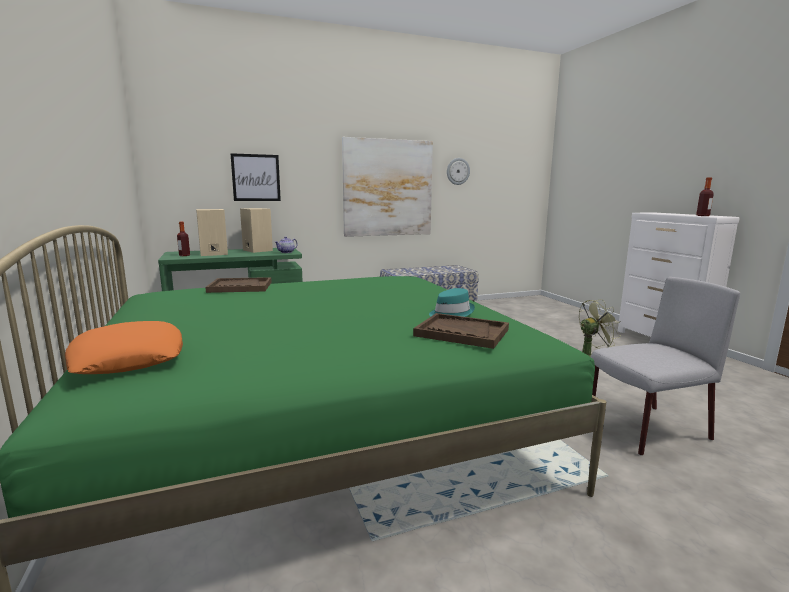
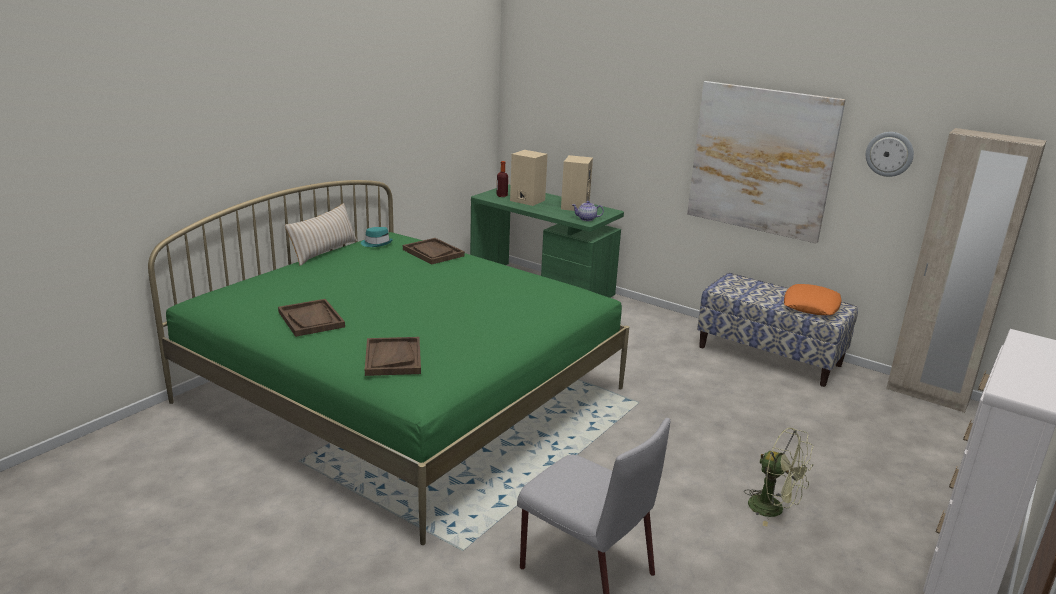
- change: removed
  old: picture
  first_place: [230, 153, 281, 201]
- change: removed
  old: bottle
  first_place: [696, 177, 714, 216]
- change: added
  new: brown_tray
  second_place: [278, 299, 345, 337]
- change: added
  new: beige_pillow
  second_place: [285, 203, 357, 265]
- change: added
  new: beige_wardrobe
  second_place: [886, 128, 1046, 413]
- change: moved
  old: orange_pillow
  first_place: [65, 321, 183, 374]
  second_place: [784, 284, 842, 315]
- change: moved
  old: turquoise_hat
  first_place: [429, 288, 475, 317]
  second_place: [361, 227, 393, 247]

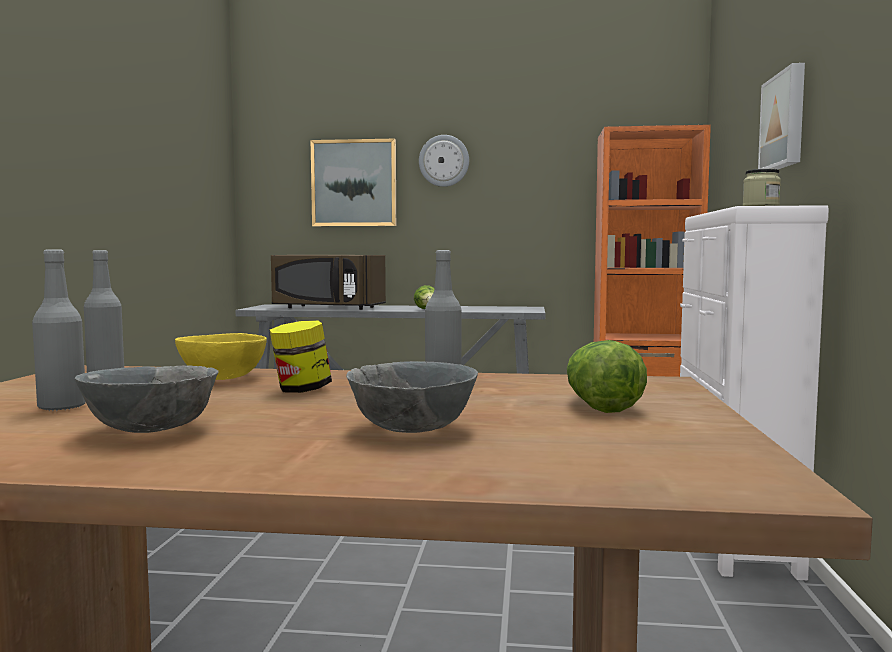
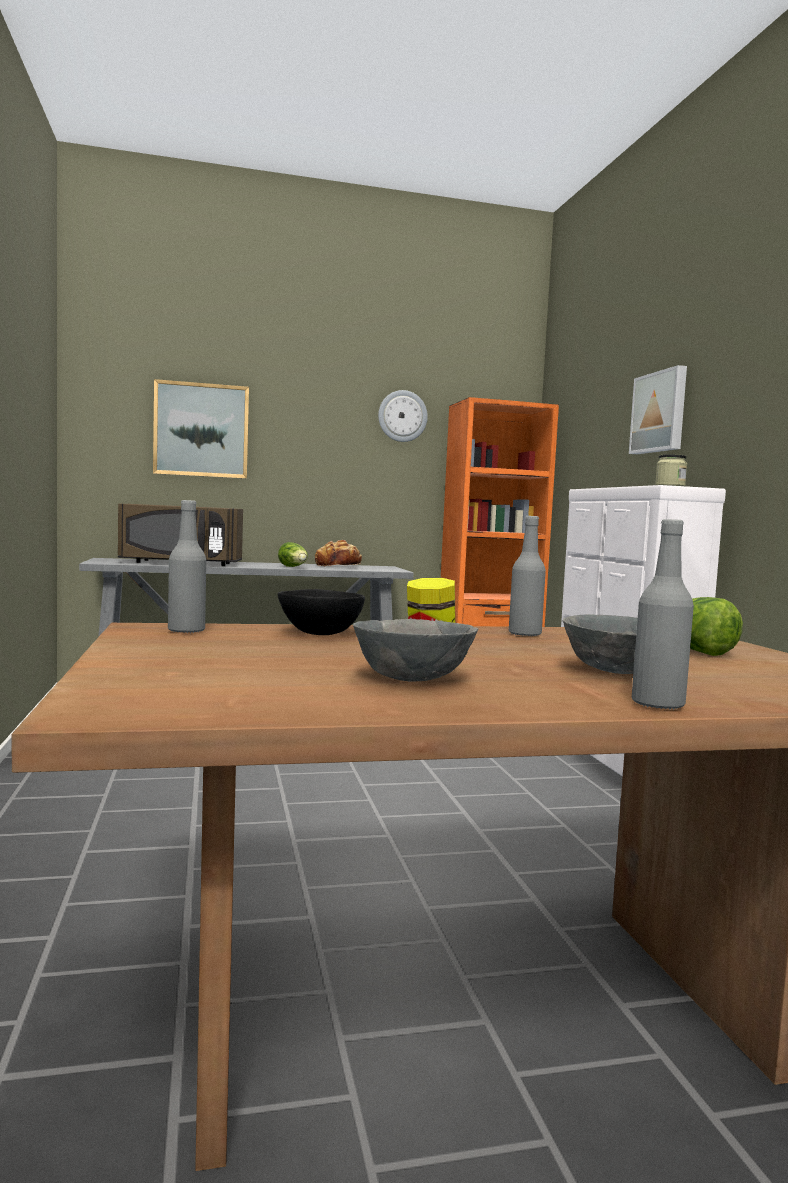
- change: added
  new: bread
  second_place: [315, 540, 362, 567]
- change: moved
  old: grey_bottle
  first_place: [32, 249, 86, 411]
  second_place: [632, 519, 694, 710]
- change: moved
  old: wall_clock
  first_place: [419, 135, 469, 187]
  second_place: [378, 390, 428, 442]
- change: recoloured
  old: yellow_bowl
  new: black_bowl
  first_place: [175, 333, 267, 380]
  second_place: [278, 589, 365, 635]

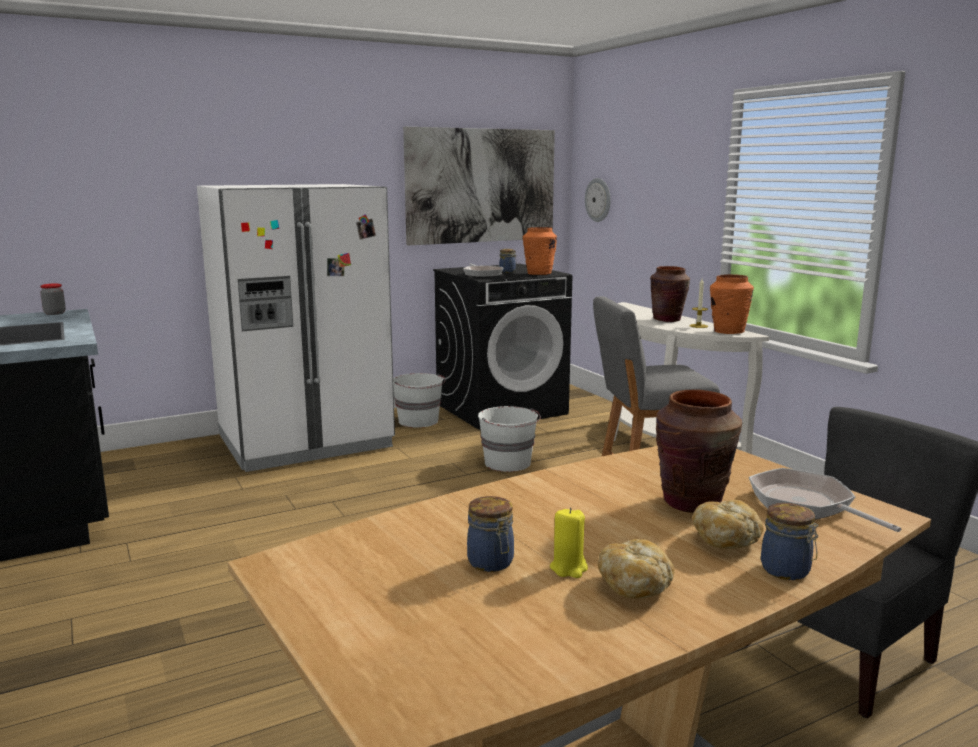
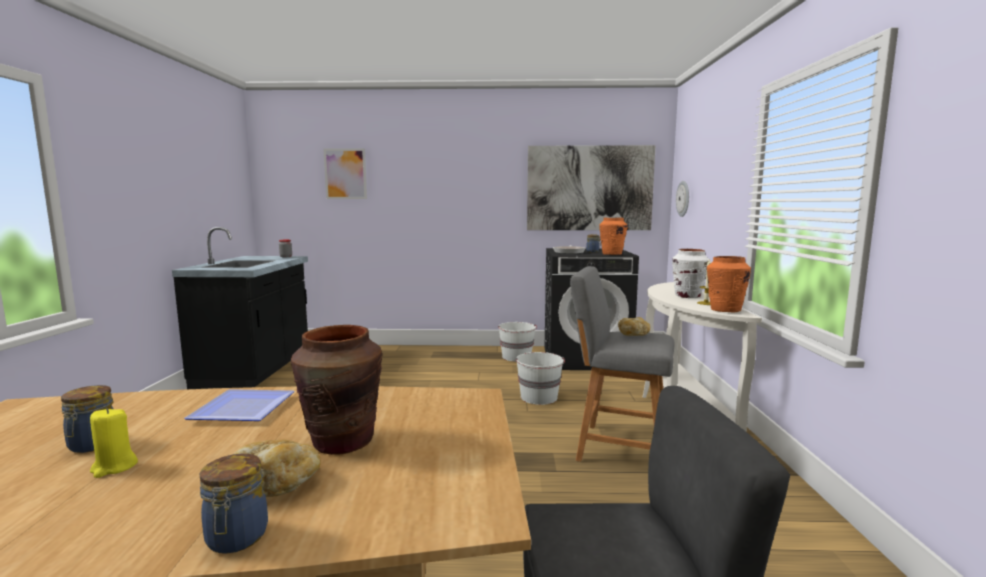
- change: removed
  old: white_fridge
  first_place: [197, 184, 395, 472]
- change: removed
  old: frying_pan
  first_place: [749, 468, 901, 532]
- change: added
  new: plate
  second_place: [184, 389, 295, 421]
- change: added
  new: picture
  second_place: [323, 148, 367, 199]
- change: moved
  old: bread
  first_place: [598, 539, 674, 599]
  second_place: [618, 317, 650, 336]
- change: recoloured
  old: brown_vase
  new: white_vase
  first_place: [650, 266, 690, 322]
  second_place: [672, 249, 709, 298]

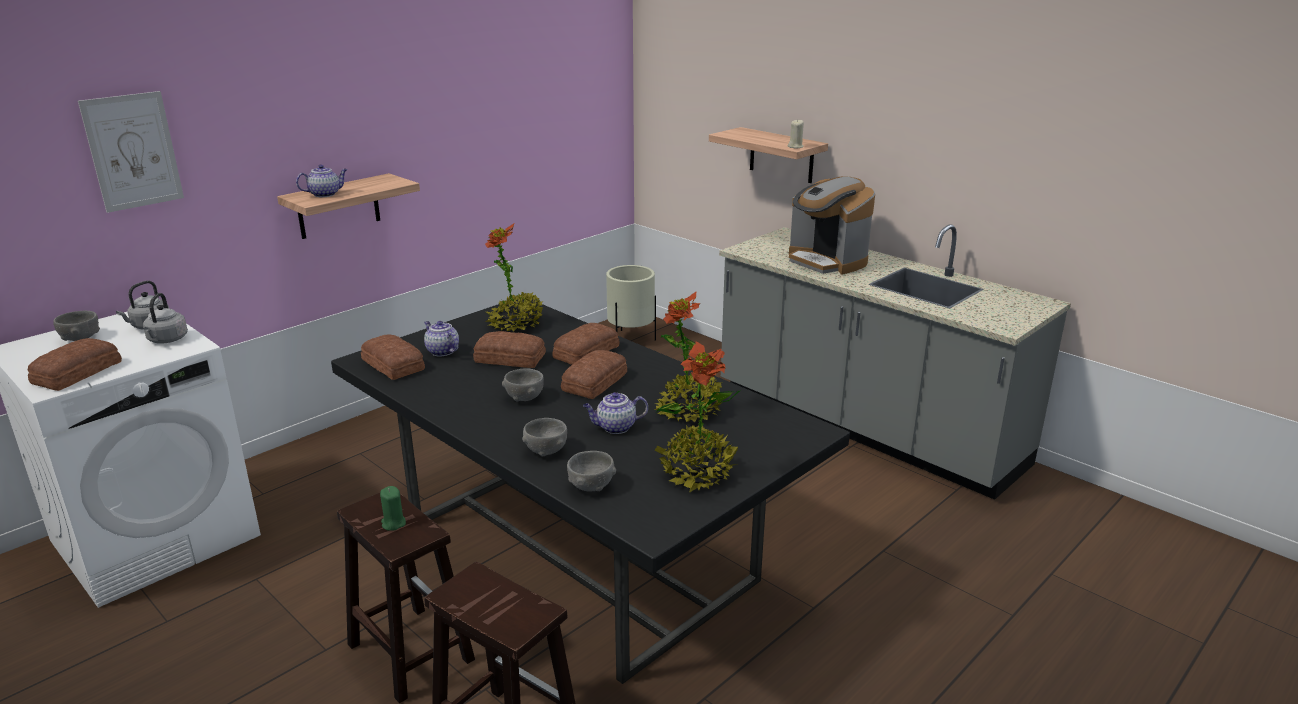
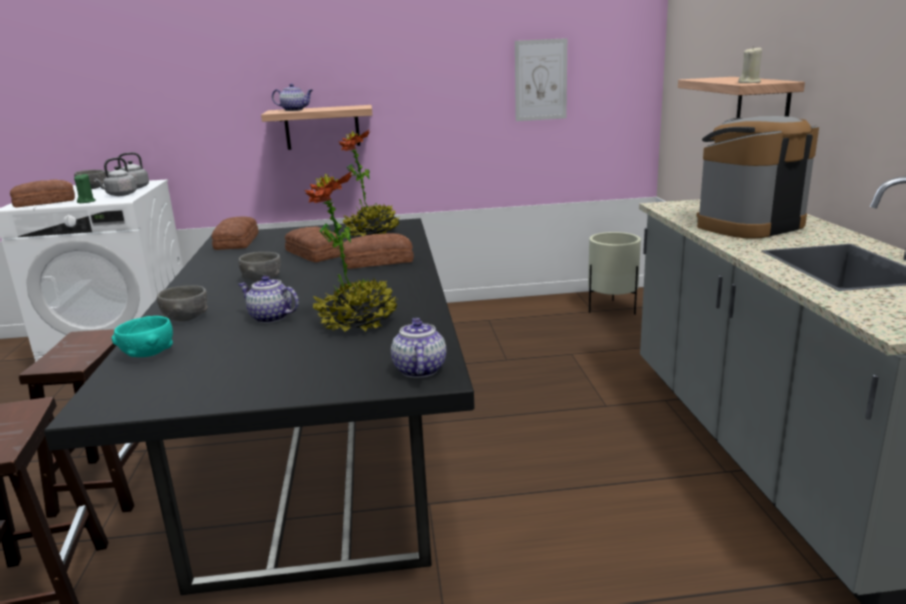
- change: removed
  old: bread
  first_place: [561, 350, 627, 399]
- change: removed
  old: potted_plant
  first_place: [655, 341, 740, 493]
- change: moved
  old: picture
  first_place: [78, 91, 184, 213]
  second_place: [515, 38, 567, 121]
- change: moved
  old: green_candle
  first_place: [380, 486, 406, 531]
  second_place: [74, 173, 95, 203]
- change: moved
  old: teapot
  first_place: [424, 321, 459, 357]
  second_place: [391, 318, 446, 378]
- change: recoloured
  old: grey_bowl
  new: turquoise_bowl
  first_place: [567, 451, 616, 491]
  second_place: [112, 316, 173, 357]
- change: turned
  old: coffee_machine
  first_place: [789, 176, 875, 275]
  second_place: [696, 116, 819, 238]
  degrees: 60

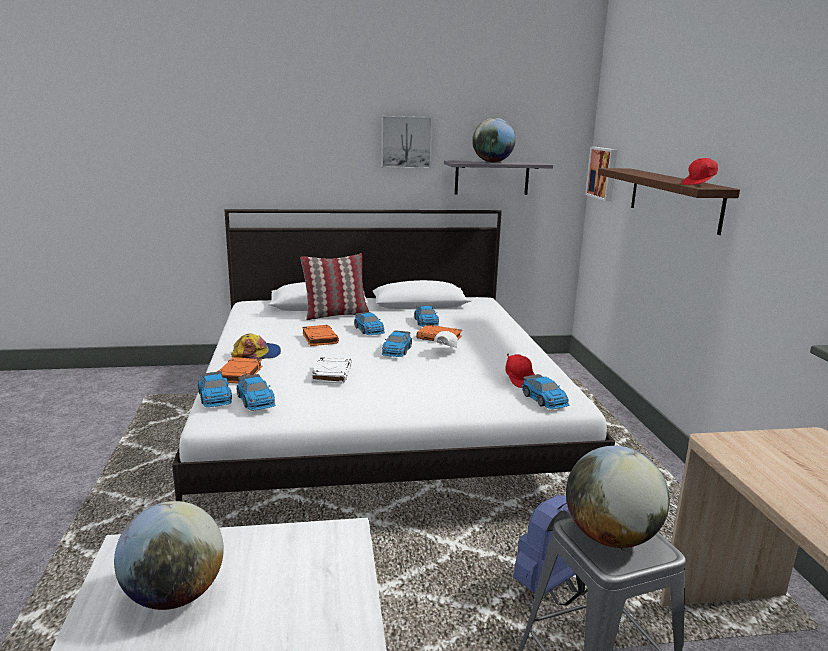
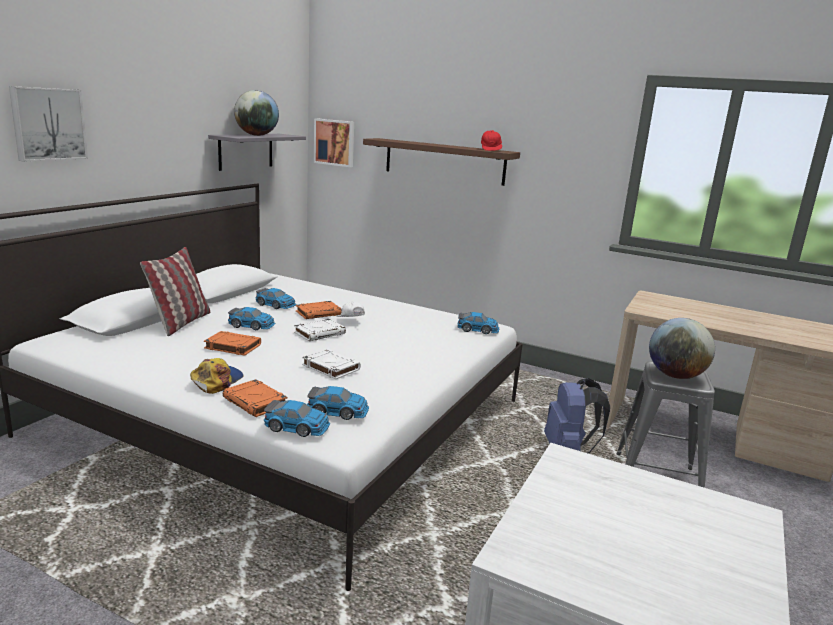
- change: removed
  old: globe
  first_place: [114, 501, 224, 610]
- change: removed
  old: red_cap
  first_place: [505, 353, 535, 388]
- change: moved
  old: picture
  first_place: [381, 116, 432, 169]
  second_place: [9, 86, 88, 162]
- change: replaced
  old: toy_car
  new: white_book
  first_place: [382, 331, 412, 357]
  second_place: [294, 319, 346, 341]

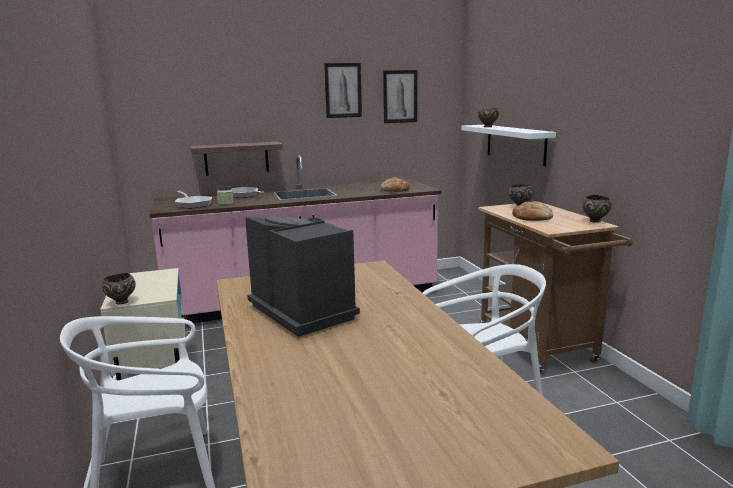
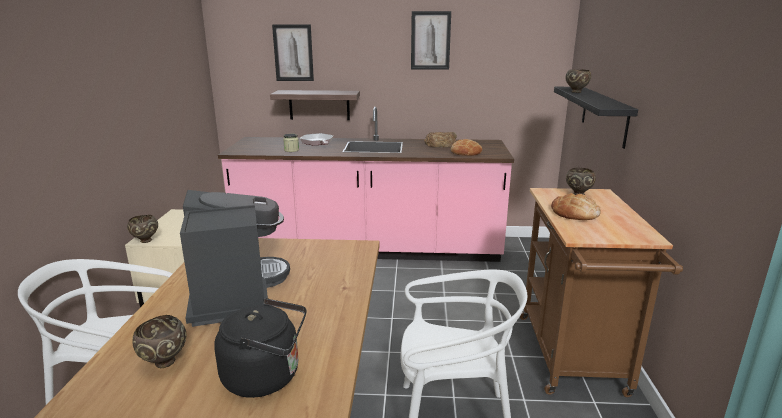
- change: removed
  old: frying_pan
  first_place: [175, 191, 212, 208]
- change: added
  new: black_kettle
  second_place: [214, 298, 307, 398]
- change: added
  new: bread
  second_place: [424, 132, 457, 148]
- change: moved
  old: picture
  first_place: [383, 70, 417, 123]
  second_place: [272, 24, 314, 81]
- change: moved
  old: brown_bowl
  first_place: [583, 195, 612, 223]
  second_place: [132, 315, 186, 368]
- change: recoloured
  old: white_shelf
  new: black_shelf
  first_place: [462, 125, 556, 166]
  second_place: [554, 87, 638, 149]

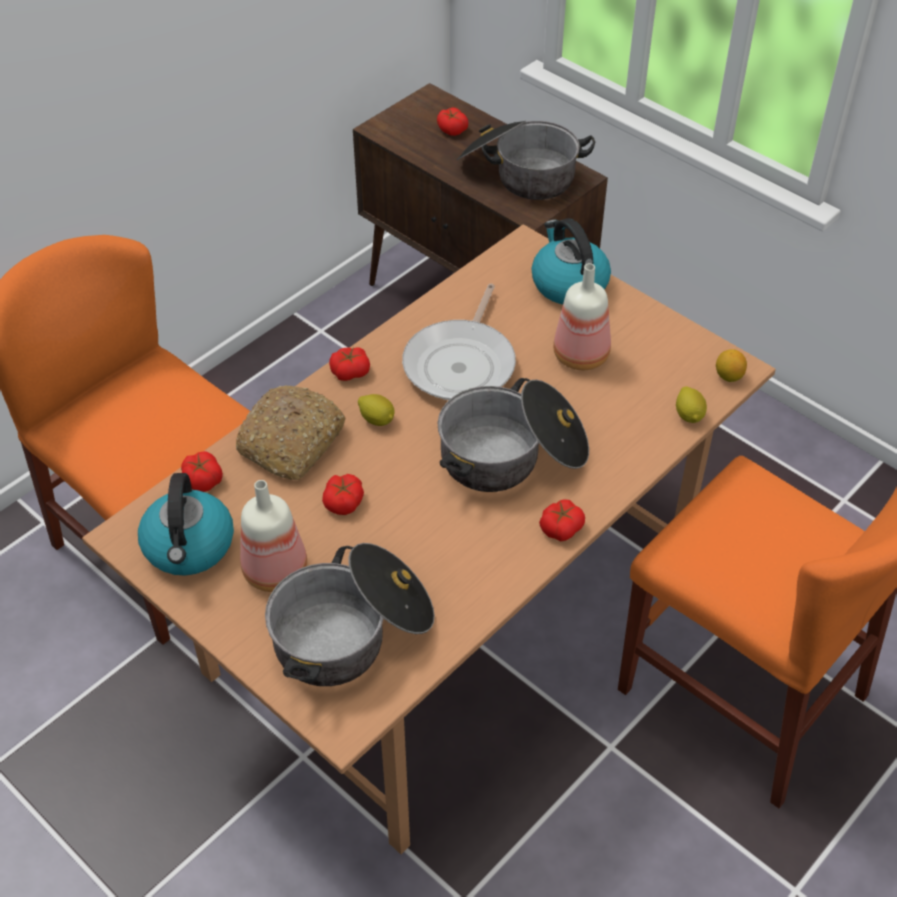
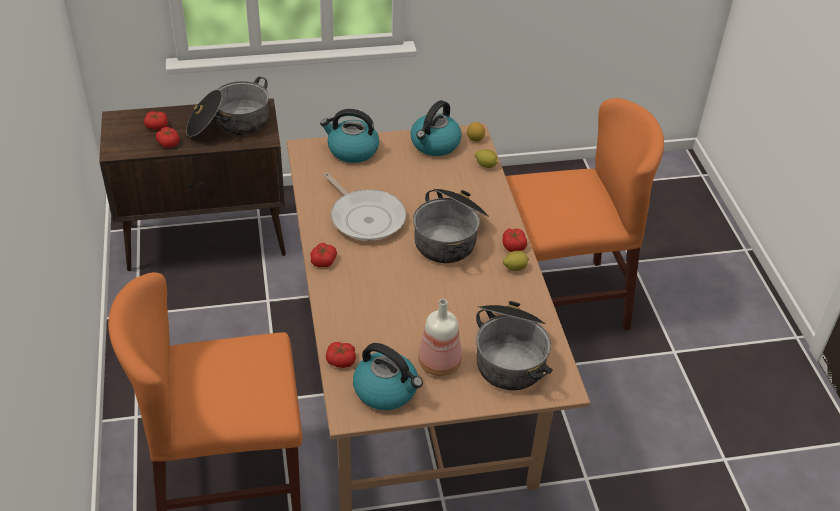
- change: removed
  old: bread
  first_place: [236, 385, 345, 480]
- change: removed
  old: bottle
  first_place: [553, 263, 611, 370]
- change: added
  new: kettle
  second_place: [410, 100, 462, 156]
- change: moved
  old: tomato
  first_place: [322, 474, 364, 515]
  second_place: [156, 127, 180, 148]
- change: moved
  old: lemon
  first_place: [358, 394, 395, 426]
  second_place: [503, 251, 529, 271]

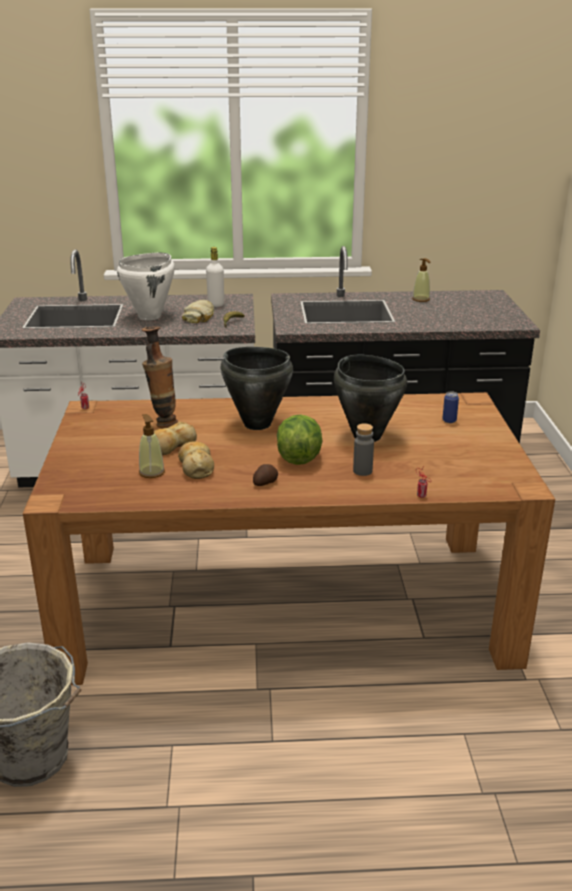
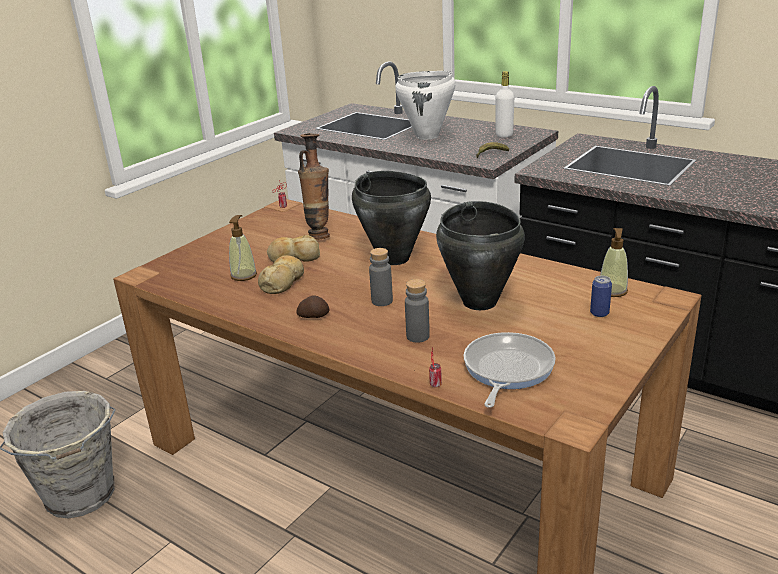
- change: removed
  old: bread
  first_place: [182, 300, 214, 323]
- change: added
  new: frying_pan
  second_place: [464, 332, 556, 408]
- change: moved
  old: soap_dispenser
  first_place: [412, 258, 431, 302]
  second_place: [600, 228, 628, 297]
- change: replaced
  old: lettuce
  new: grey_bottle
  first_place: [277, 414, 322, 465]
  second_place: [369, 248, 393, 306]

